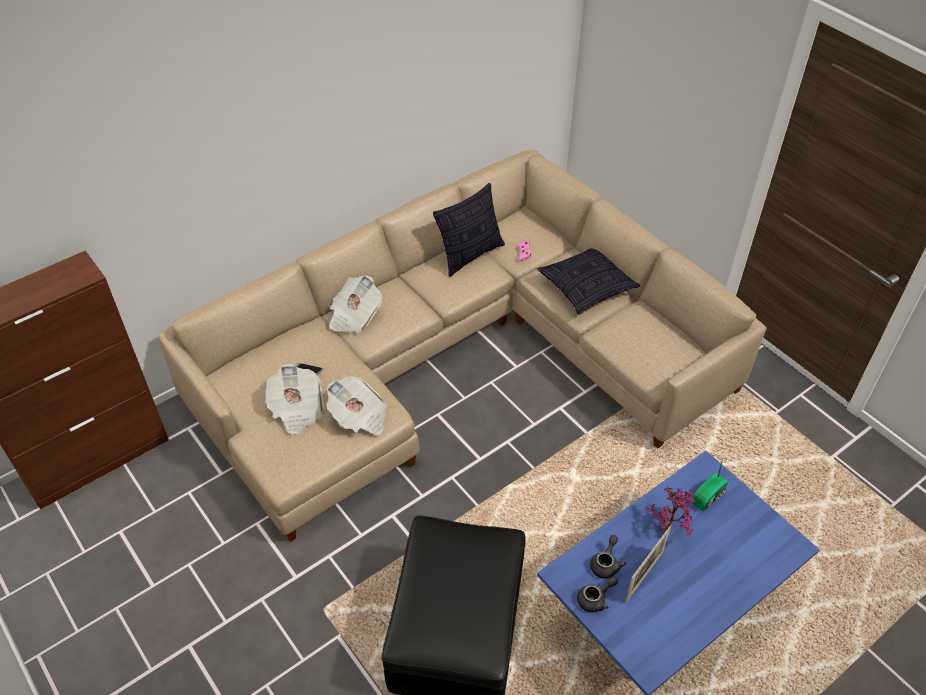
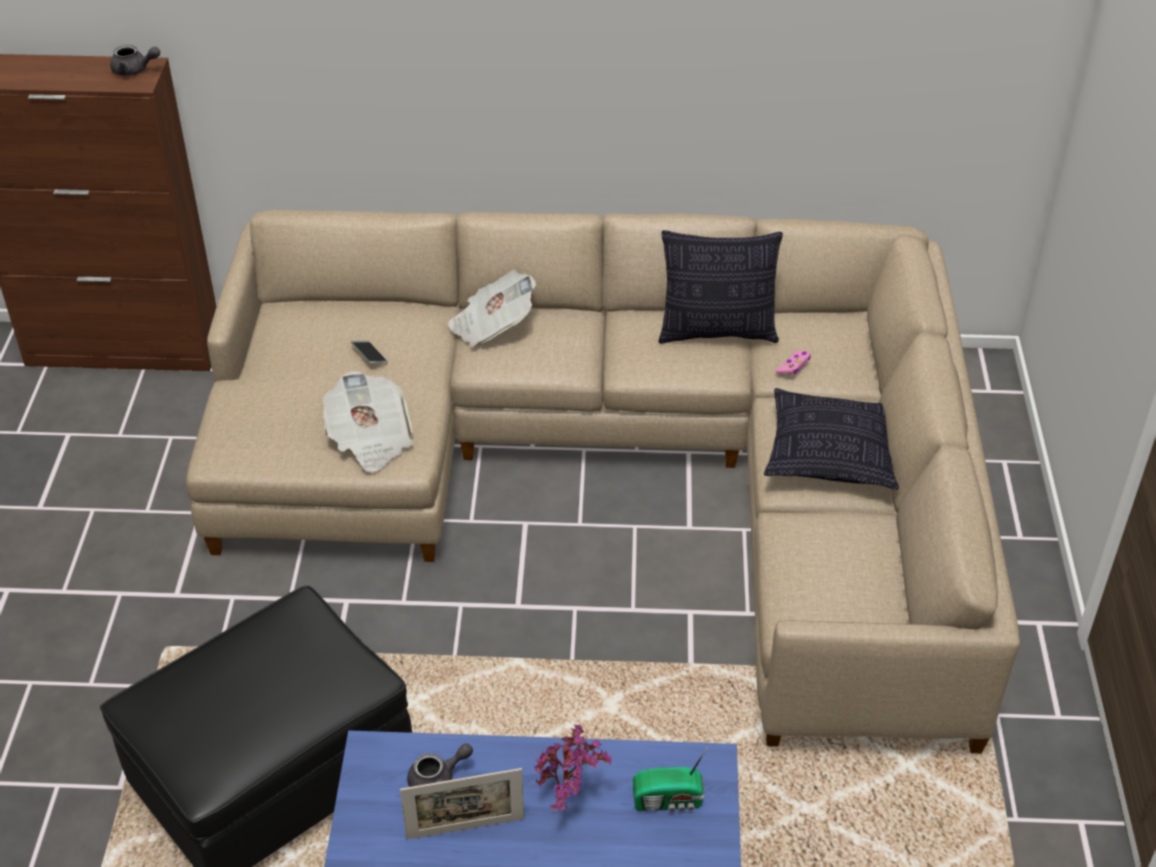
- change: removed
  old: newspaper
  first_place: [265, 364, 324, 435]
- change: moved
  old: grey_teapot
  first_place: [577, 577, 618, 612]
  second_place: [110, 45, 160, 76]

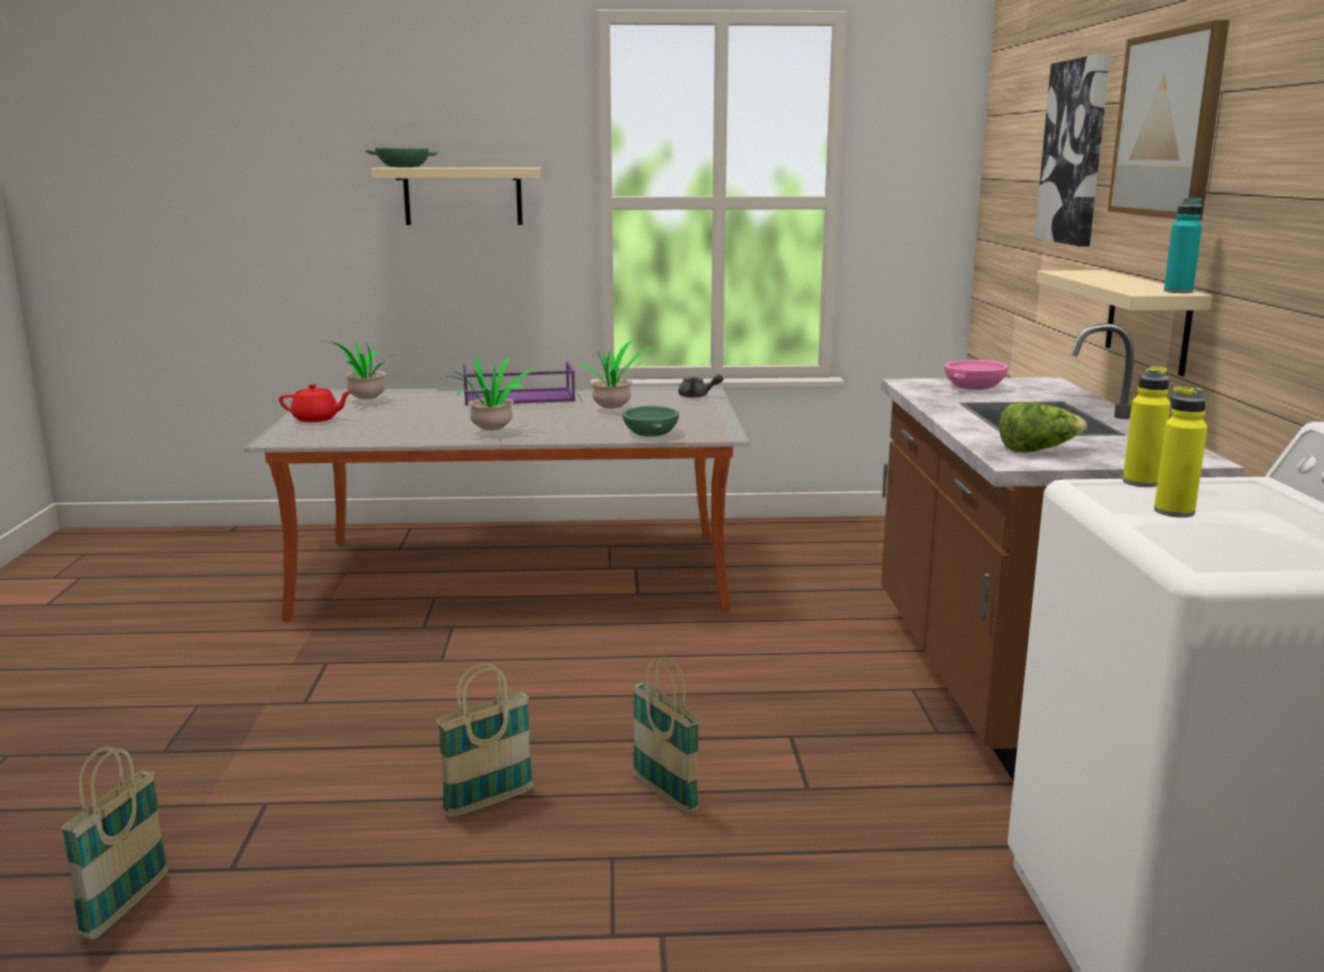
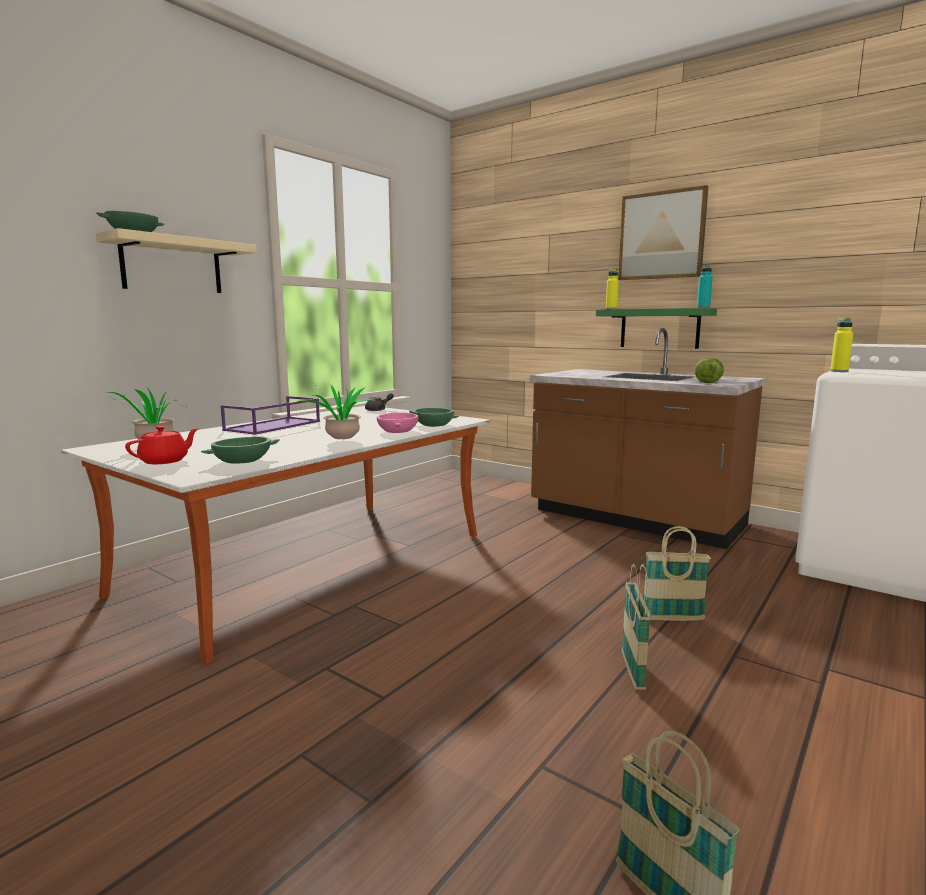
- change: removed
  old: potted_plant
  first_place: [580, 340, 653, 409]
- change: removed
  old: picture
  first_place: [1034, 54, 1111, 247]
- change: added
  new: green_bowl
  second_place: [201, 437, 279, 464]
- change: moved
  old: pink_bowl
  first_place: [944, 360, 1008, 390]
  second_place: [377, 412, 419, 433]
- change: moved
  old: yellow_bottle
  first_place: [1154, 386, 1207, 518]
  second_place: [606, 269, 619, 309]
- change: recoloured
  old: beige_shelf
  new: green_shelf
  first_place: [1037, 270, 1212, 376]
  second_place: [596, 308, 717, 349]

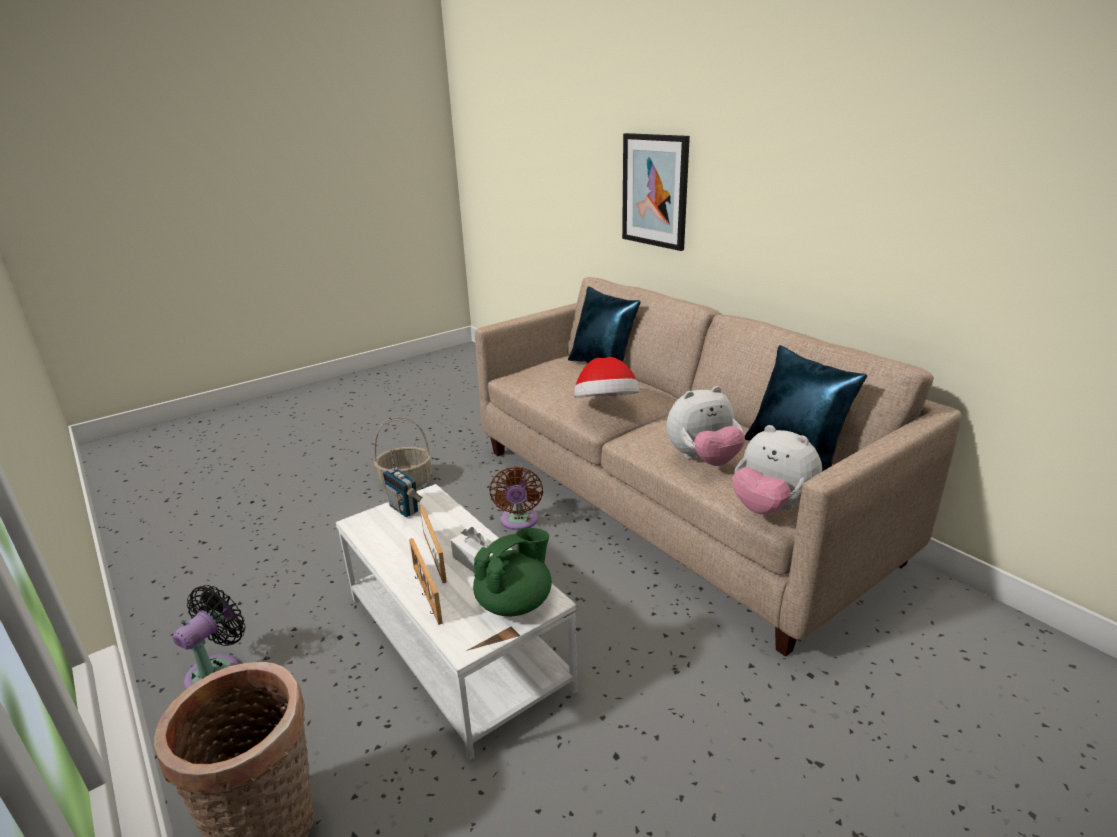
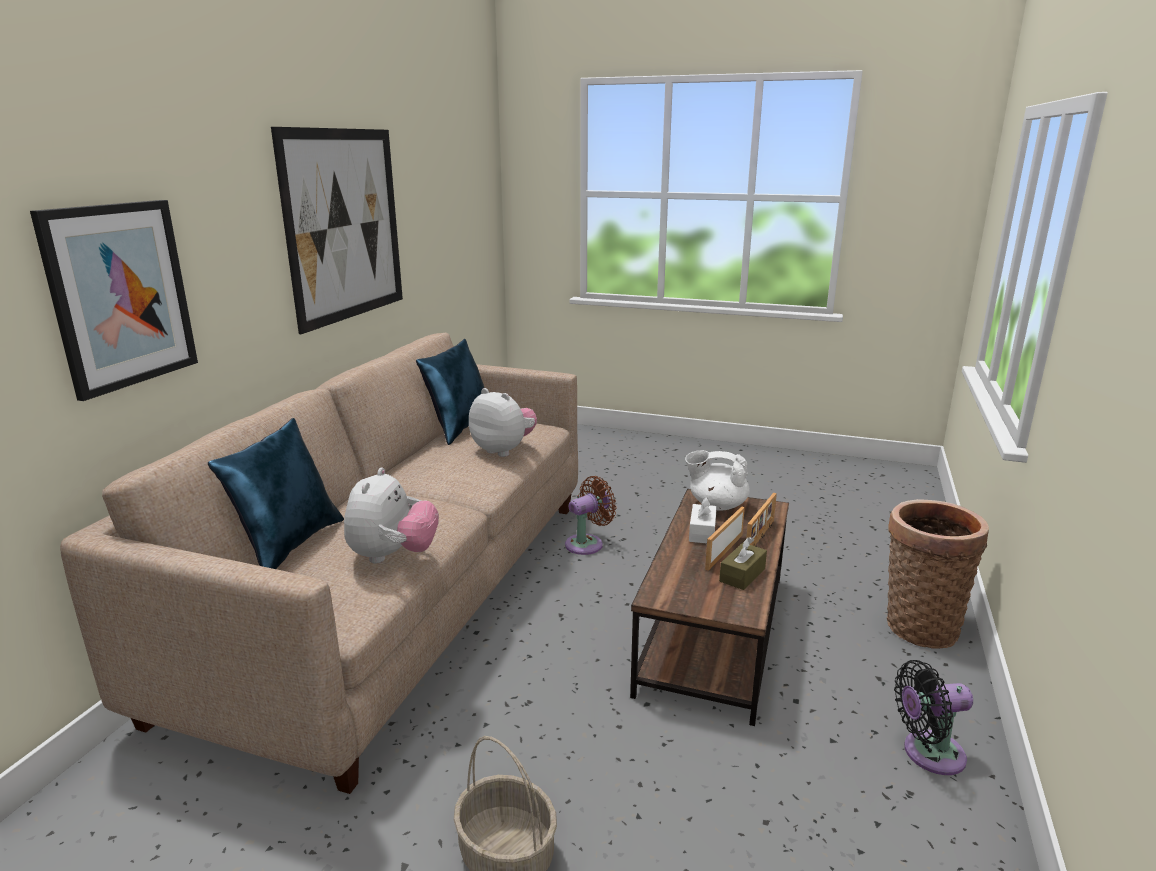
- change: removed
  old: radio
  first_place: [383, 450, 422, 517]
- change: removed
  old: hat
  first_place: [574, 357, 640, 398]
- change: added
  new: picture
  second_place: [271, 127, 403, 334]
- change: added
  new: brown_tissue_box
  second_place: [719, 537, 767, 590]
- change: moved
  old: brown_fan
  first_place: [489, 466, 543, 530]
  second_place: [565, 476, 617, 555]
- change: moved
  old: plush_toy
  first_place: [732, 425, 822, 514]
  second_place: [344, 468, 439, 564]
- change: recoloured
  old: white_coffee_table
  new: brown_coffee_table
  first_place: [336, 484, 577, 760]
  second_place: [630, 489, 789, 726]
- change: recoloured
  old: green_teapot
  new: white_teapot
  first_place: [473, 528, 552, 616]
  second_place: [685, 450, 750, 511]

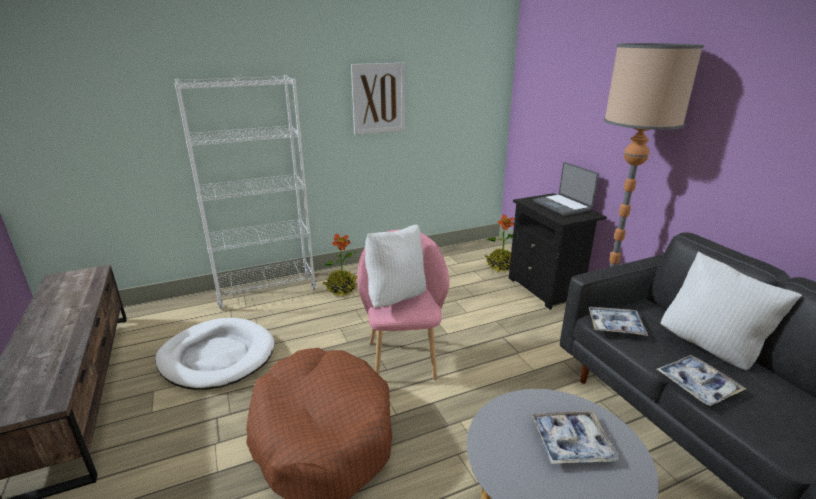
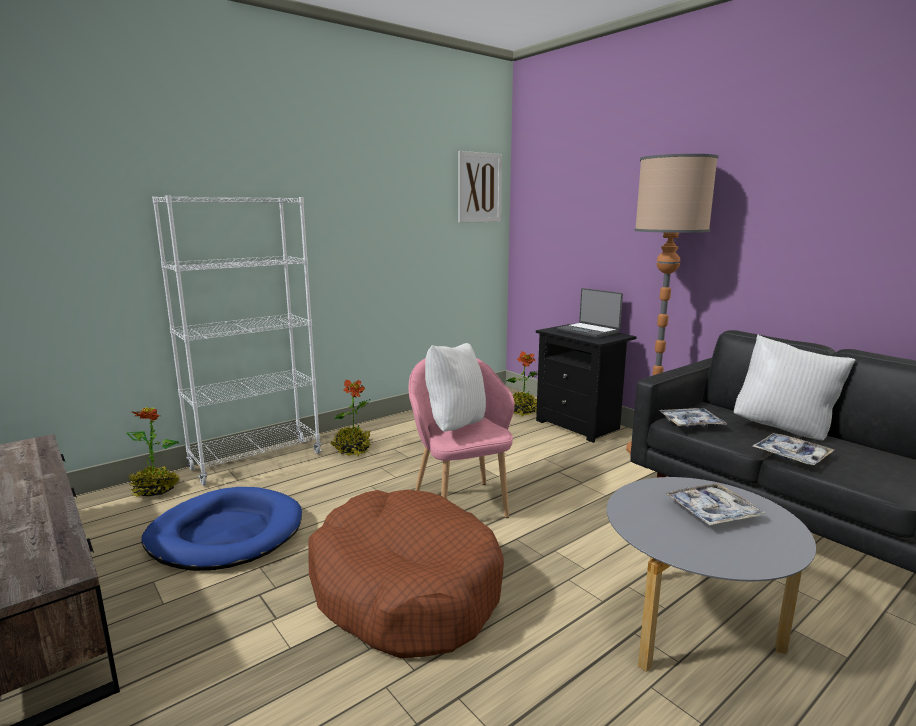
- change: added
  new: potted_plant
  second_place: [127, 407, 180, 497]
- change: moved
  old: picture
  first_place: [351, 63, 405, 135]
  second_place: [458, 151, 502, 223]
- change: recoloured
  old: white_dog_bed
  new: blue_dog_bed
  first_place: [155, 318, 275, 390]
  second_place: [141, 487, 302, 571]

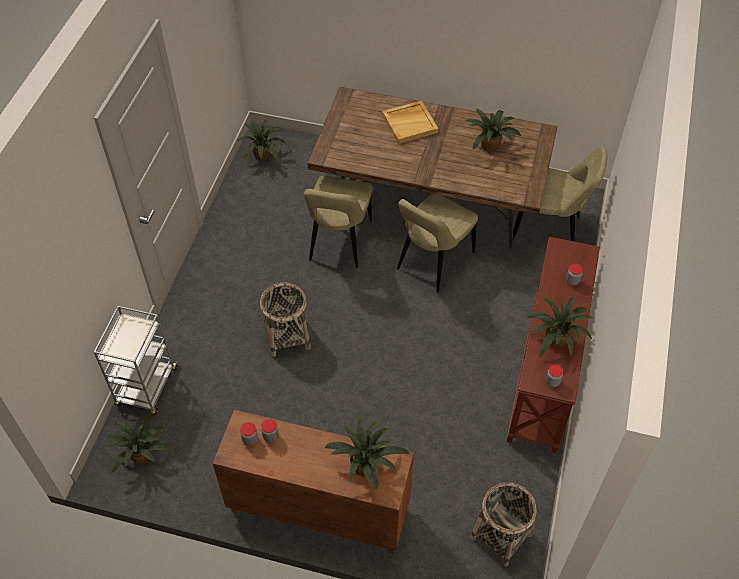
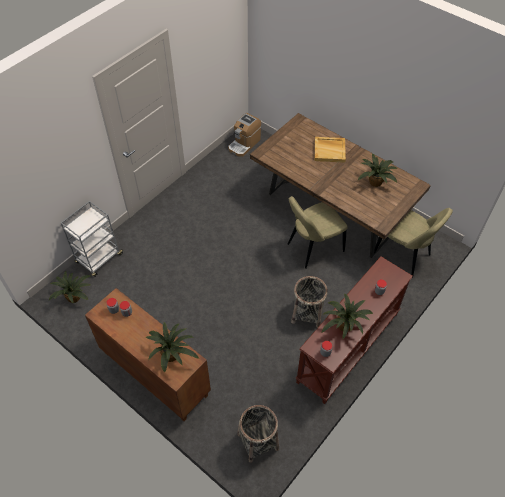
- change: removed
  old: beige_chair
  first_place: [304, 176, 372, 268]
- change: moved
  old: basket
  first_place: [260, 282, 311, 357]
  second_place: [291, 276, 327, 328]
- change: replaced
  old: potted_plant
  new: coffee_machine
  first_place: [236, 119, 286, 163]
  second_place: [228, 113, 261, 157]

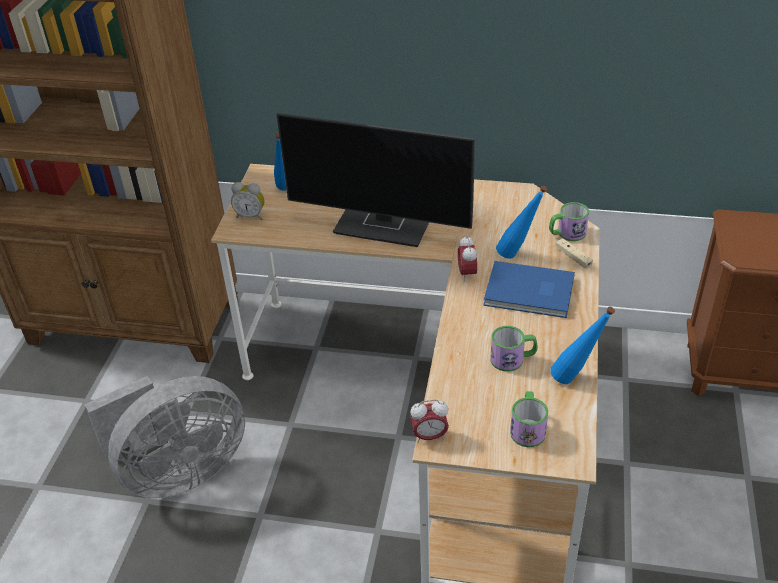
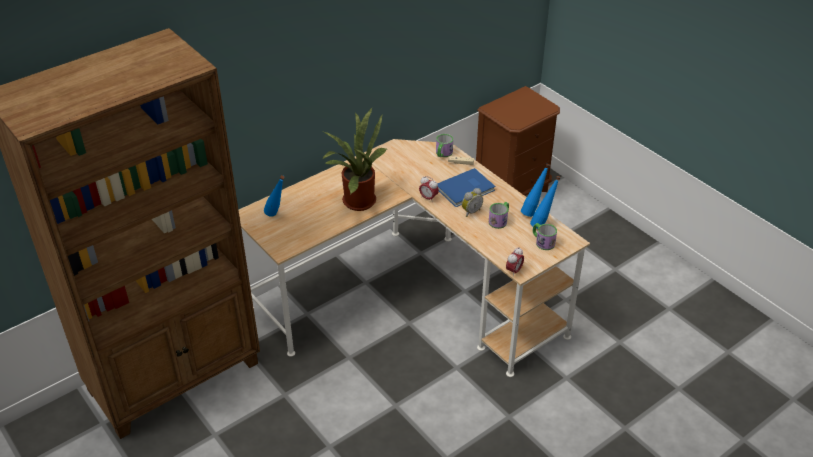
- change: removed
  old: grey_fan
  first_place: [84, 376, 245, 498]
- change: moved
  old: alarm_clock
  first_place: [231, 182, 265, 220]
  second_place: [462, 188, 483, 217]
- change: moved
  old: blue_bottle
  first_place: [496, 186, 547, 259]
  second_place: [530, 176, 561, 229]
- change: replaced
  old: monitor
  new: potted_plant
  first_place: [276, 113, 475, 247]
  second_place: [323, 107, 387, 211]

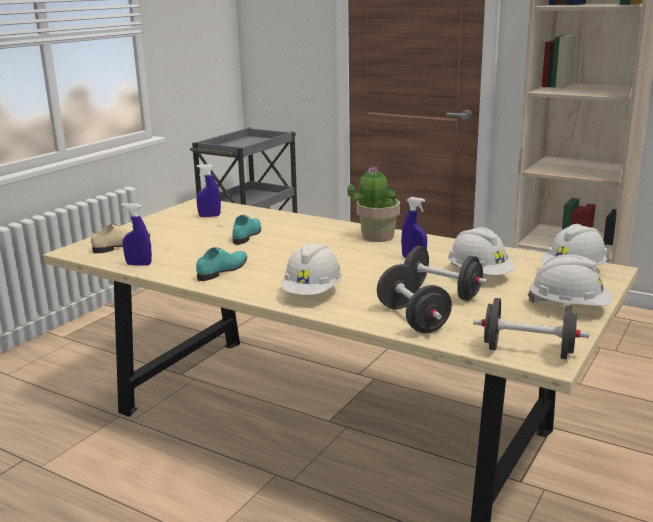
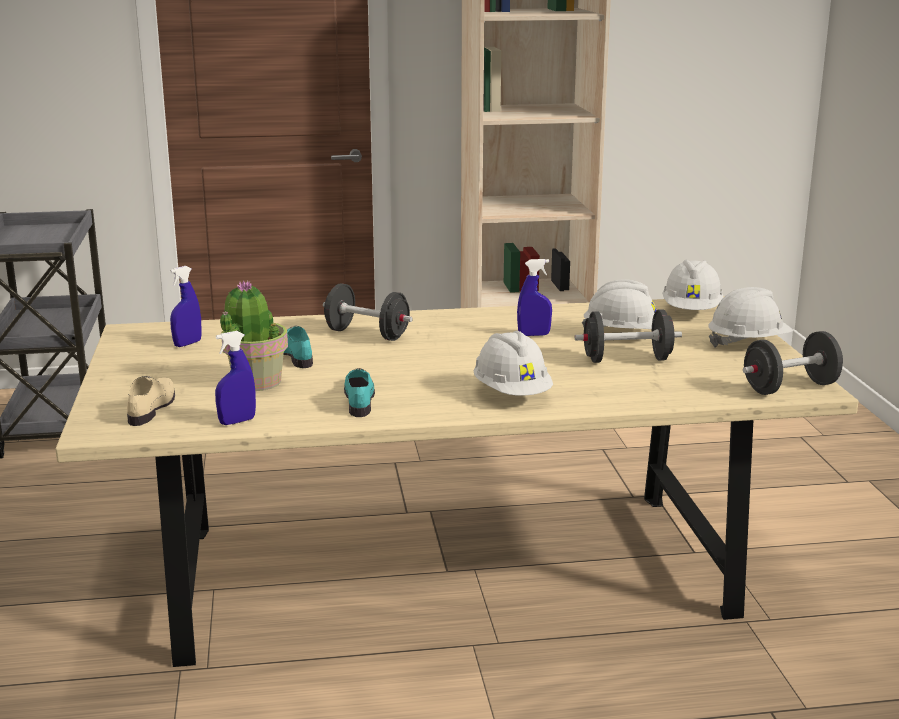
- change: moved
  old: potted_plant
  first_place: [347, 166, 400, 242]
  second_place: [220, 280, 288, 391]
- change: moved
  old: black_dumbbell
  first_place: [377, 264, 452, 333]
  second_place: [323, 283, 413, 341]

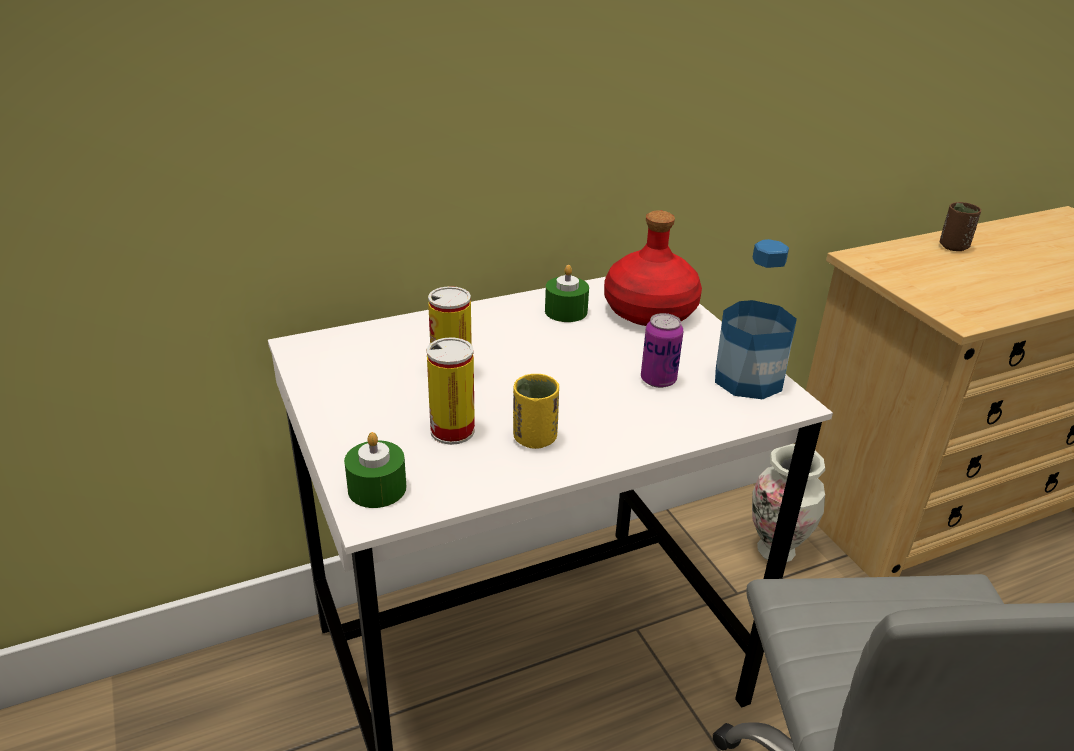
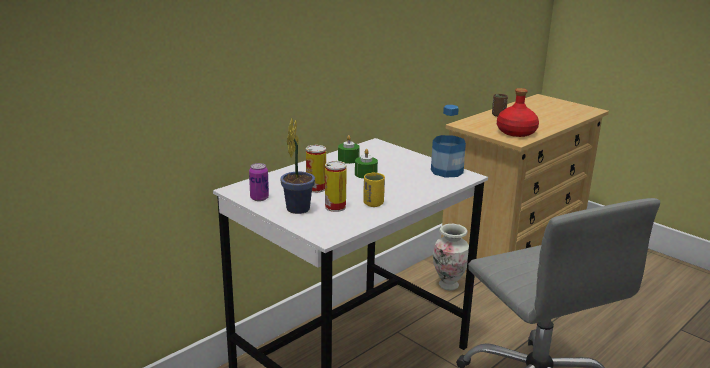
- change: added
  new: potted_plant
  second_place: [280, 118, 315, 214]
- change: moved
  old: green_candle
  first_place: [344, 432, 407, 508]
  second_place: [355, 149, 378, 179]
- change: moved
  old: red_bottle
  first_place: [604, 210, 702, 326]
  second_place: [497, 88, 539, 137]
- change: moved
  old: can
  first_place: [641, 313, 683, 388]
  second_place: [249, 163, 269, 201]

